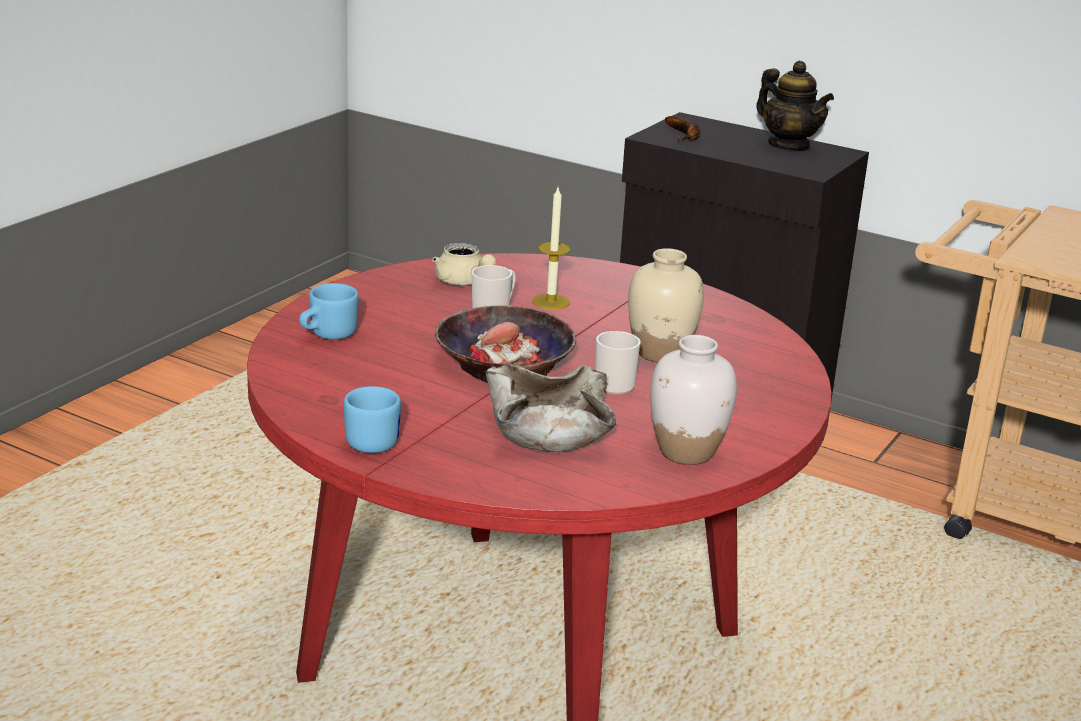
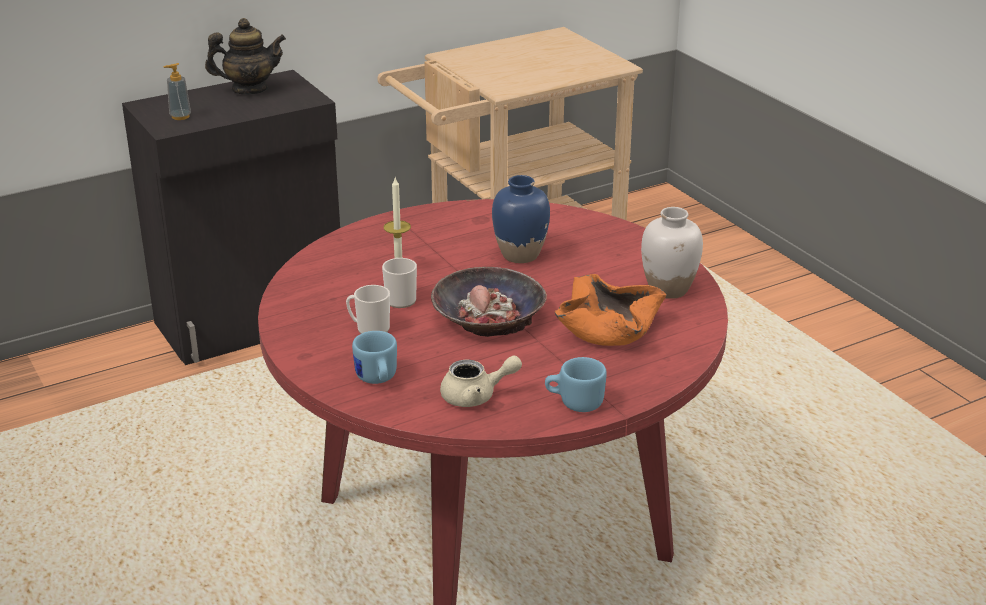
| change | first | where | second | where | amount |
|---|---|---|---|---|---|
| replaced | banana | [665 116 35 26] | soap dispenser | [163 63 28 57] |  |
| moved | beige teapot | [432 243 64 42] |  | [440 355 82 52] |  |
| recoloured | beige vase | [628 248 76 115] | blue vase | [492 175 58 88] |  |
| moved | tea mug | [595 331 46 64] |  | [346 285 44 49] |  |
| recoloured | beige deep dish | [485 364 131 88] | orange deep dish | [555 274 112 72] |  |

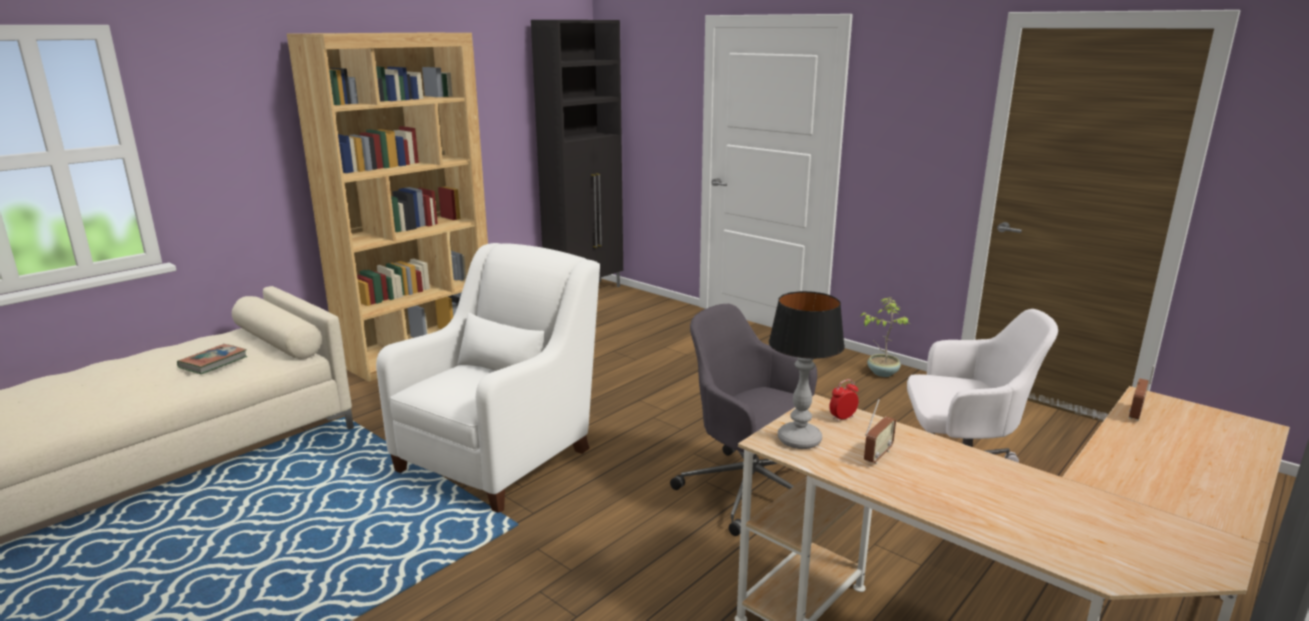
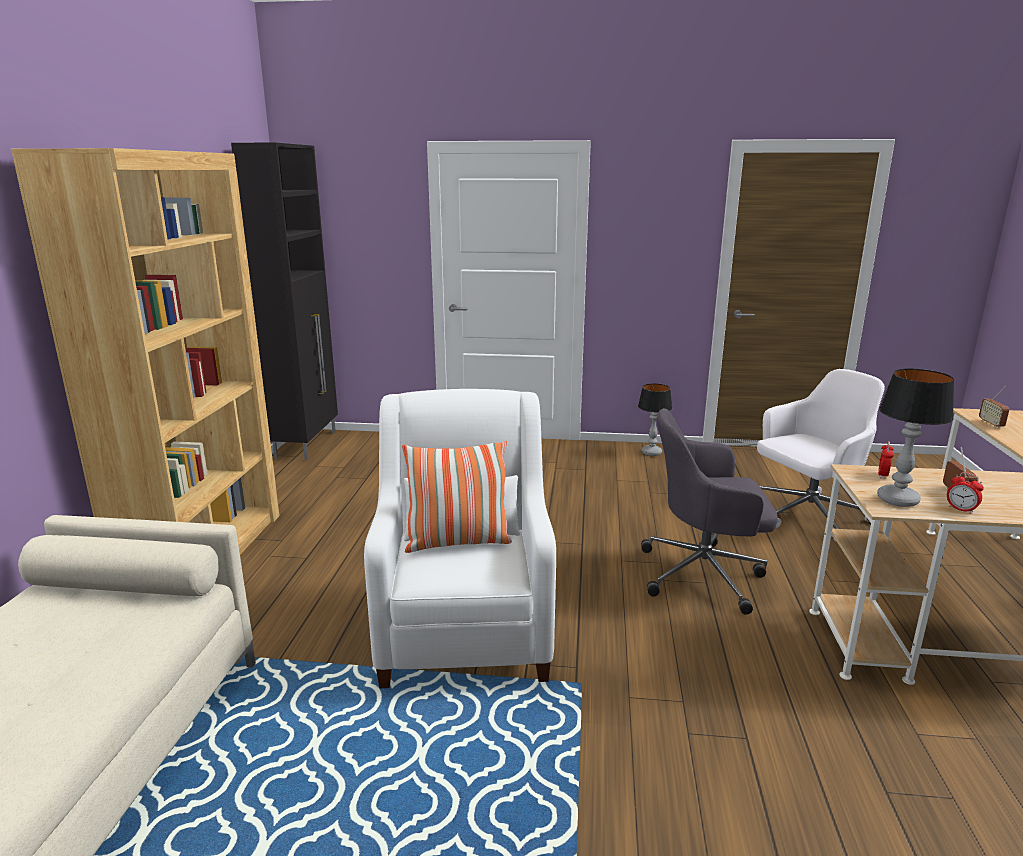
| change | first | where | second | where | amount |
|---|---|---|---|---|---|
| replaced | houseplant | [860 297 51 80] | table lamp | [638 384 34 72] |  |
| removed | bound book | [177 344 71 30] |  |  |  |
| added |  |  | pillow | [402 441 110 112] |  |
| added |  |  | table clock | [947 472 37 42] |  |

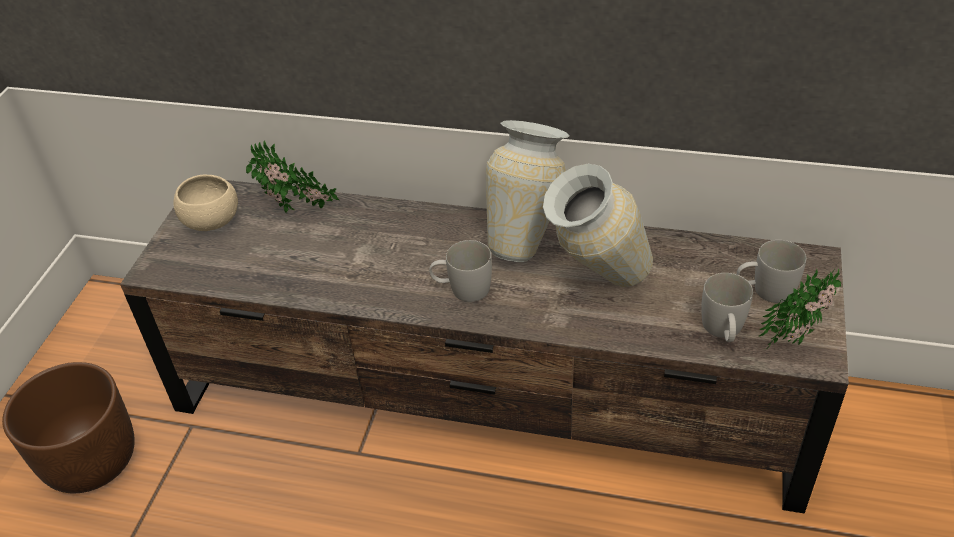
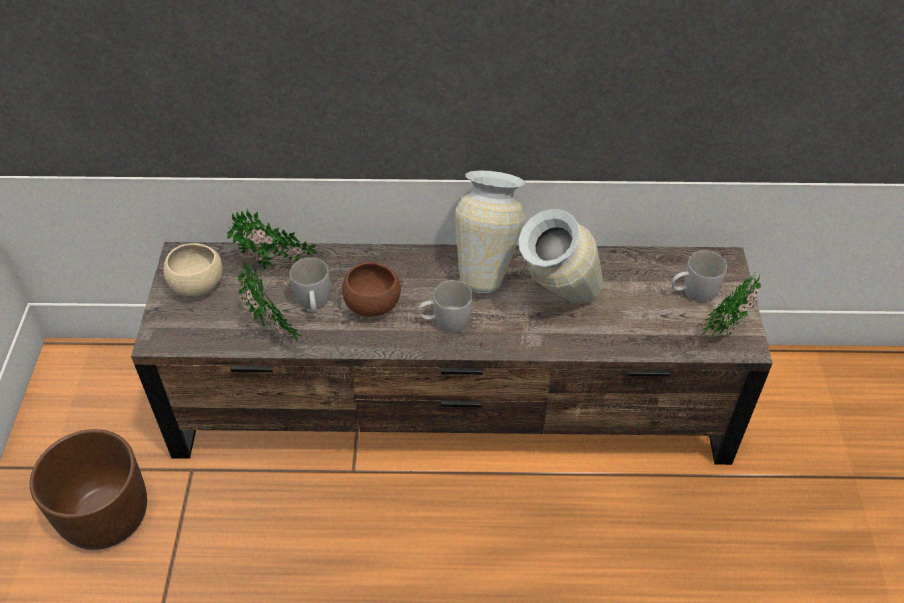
| change | first | where | second | where | amount |
|---|---|---|---|---|---|
| moved | white tea mug | [701 273 52 69] |  | [290 258 40 55] |  |
| added |  |  | houseplant | [238 261 64 82] |  |
| added |  |  | brown deep dish | [342 262 59 55] |  |

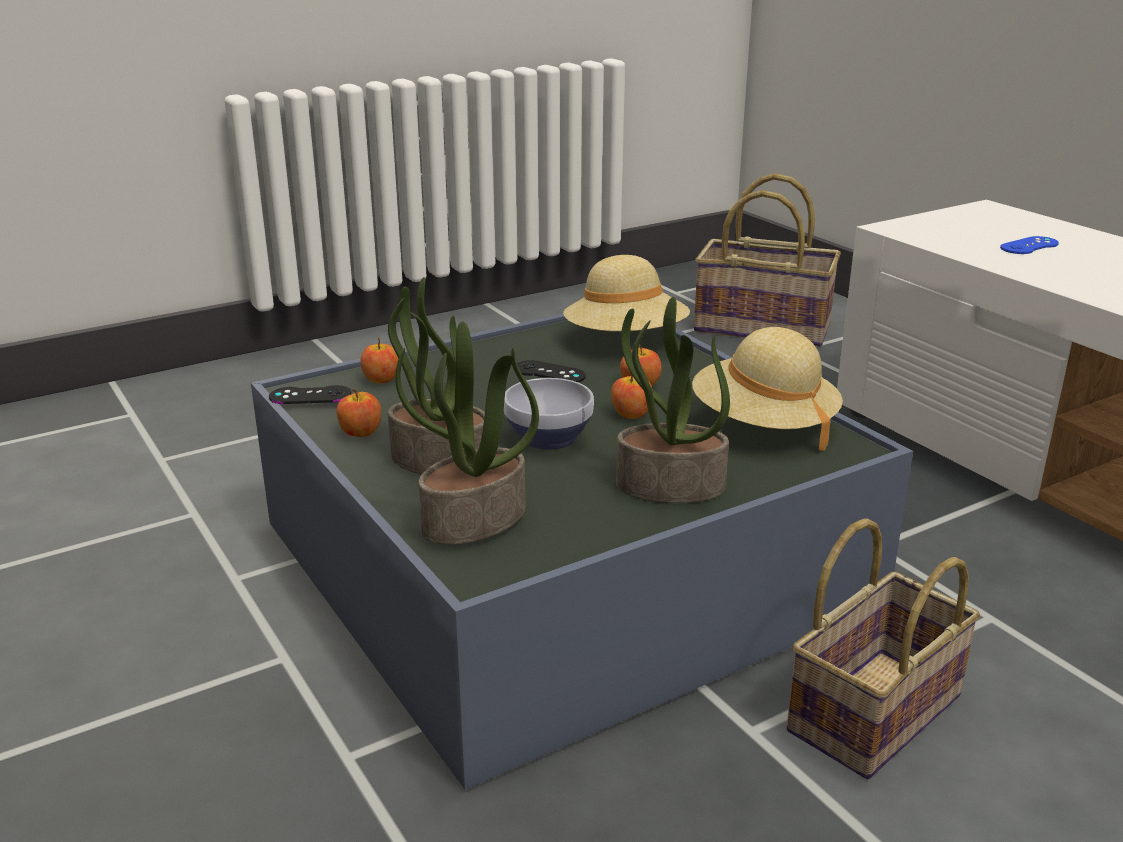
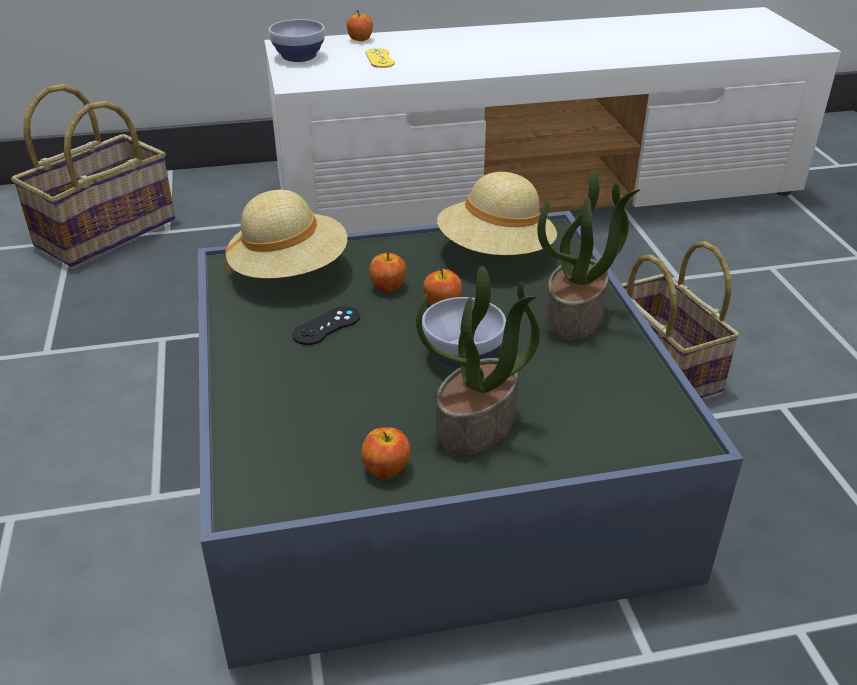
| change | first | where | second | where | amount |
|---|---|---|---|---|---|
| recoloured | blue game controller | [1000 236 59 18] | yellowish game controller | [366 48 29 20] |  |
| removed | houseplant | [395 321 144 224] |  |  |  |
| moved | apple | [360 338 39 45] |  | [347 10 26 31] |  |
| removed | blackish game controller | [269 385 82 19] |  |  |  |
| added |  |  | deep dish | [269 19 56 43] |  |

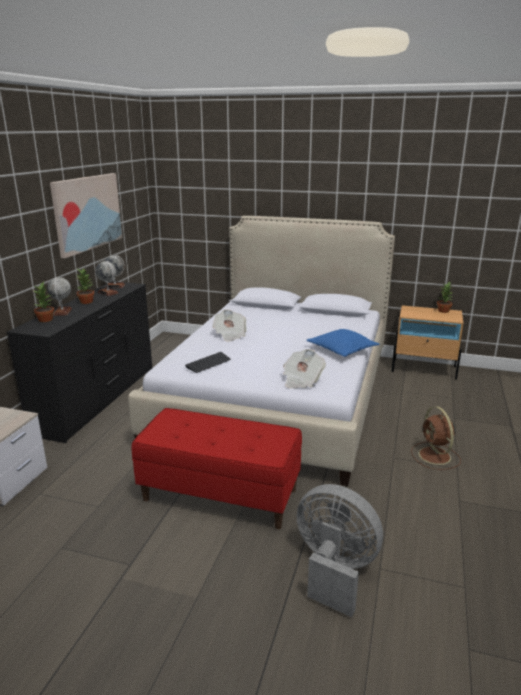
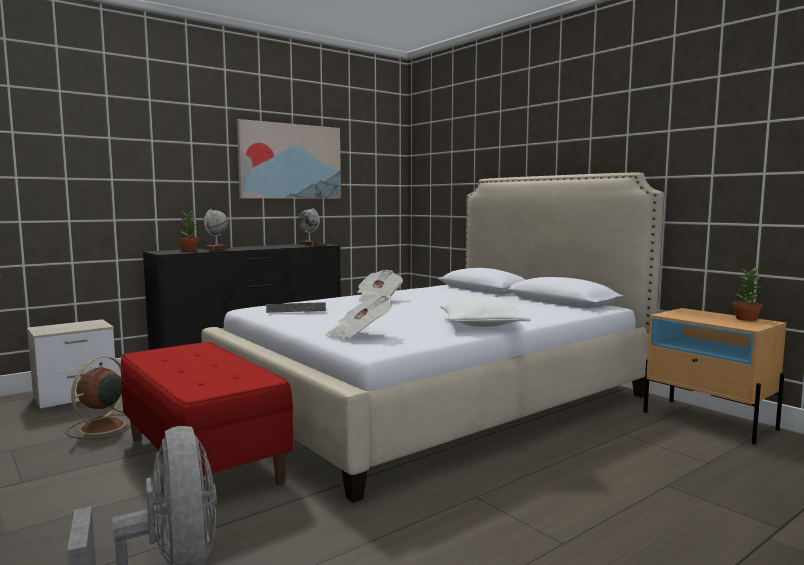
| change | first | where | second | where | amount |
|---|---|---|---|---|---|
| removed | desk globe | [95 261 24 35] |  |  |  |
| removed | houseplant | [76 269 18 35] |  |  |  |
| recoloured | blue pillow | [307 329 72 28] | white pillow | [439 296 92 31] |  |
| moved | brown cooling fan | [411 406 50 64] |  | [66 357 65 82] |  |

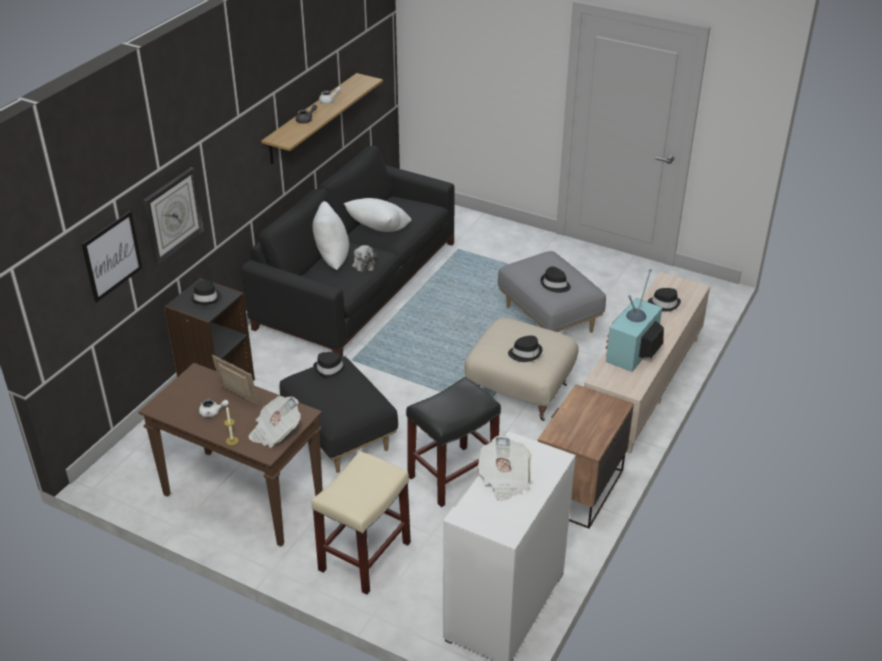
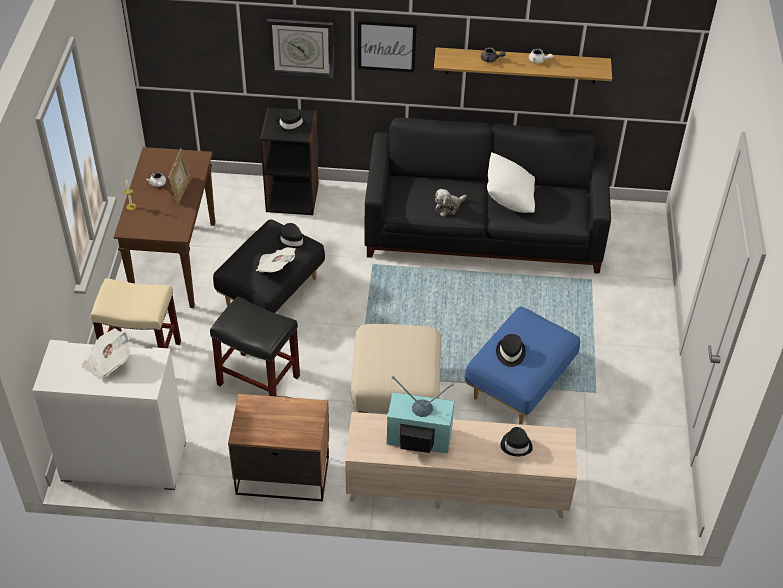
| change | first | where | second | where | amount |
|---|---|---|---|---|---|
| removed | white pillow | [313 201 36 69] |  |  |  |
| moved | wall picture | [82 211 60 92] |  | [358 20 59 53] |  |
| recoloured | grey footrest | [498 251 108 82] | blue footrest | [465 307 115 118] |  |
| removed | blackish hat | [508 335 34 27] |  |  |  |
| moved | daily paper | [248 396 53 52] |  | [256 247 40 25] |  |

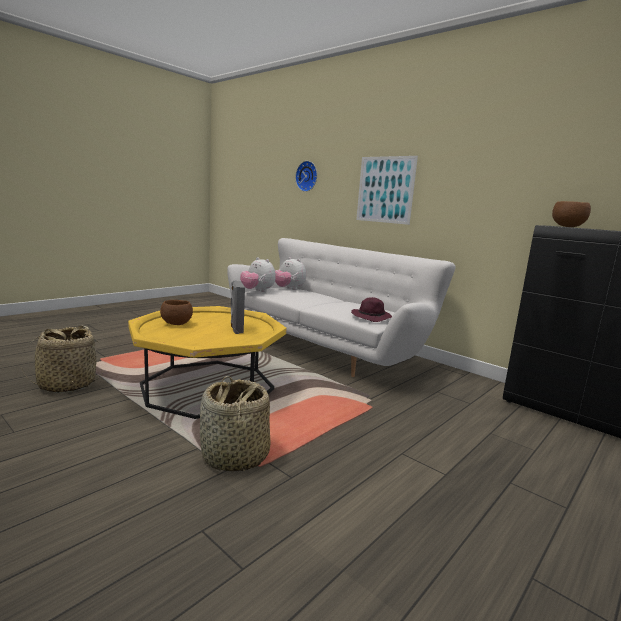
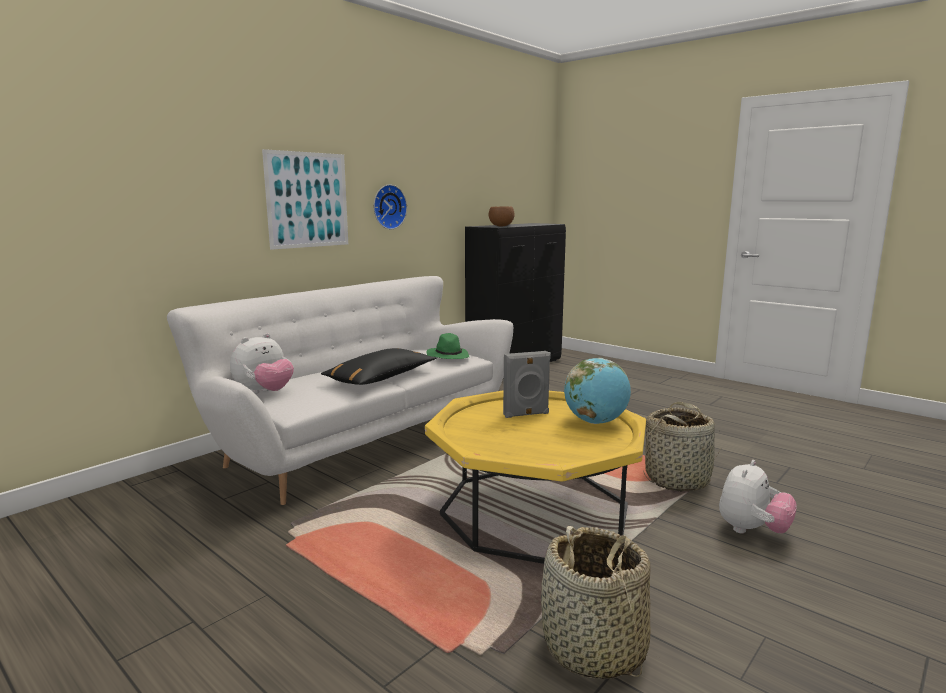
| change | first | where | second | where | amount |
|---|---|---|---|---|---|
| moved | wall clock | [295 161 22 31] |  | [374 184 33 46] |  |
| moved | cuddly toy | [240 257 36 35] |  | [719 460 78 74] |  |
| recoloured | purplish hat | [351 297 41 25] | green-coloured hat | [426 333 43 26] |  |
| removed | brown deep dish | [160 300 33 25] |  |  |  |
| added |  |  | blackish pillow | [321 348 115 37] |  |
| added |  |  | desk globe | [564 358 67 66] |  |

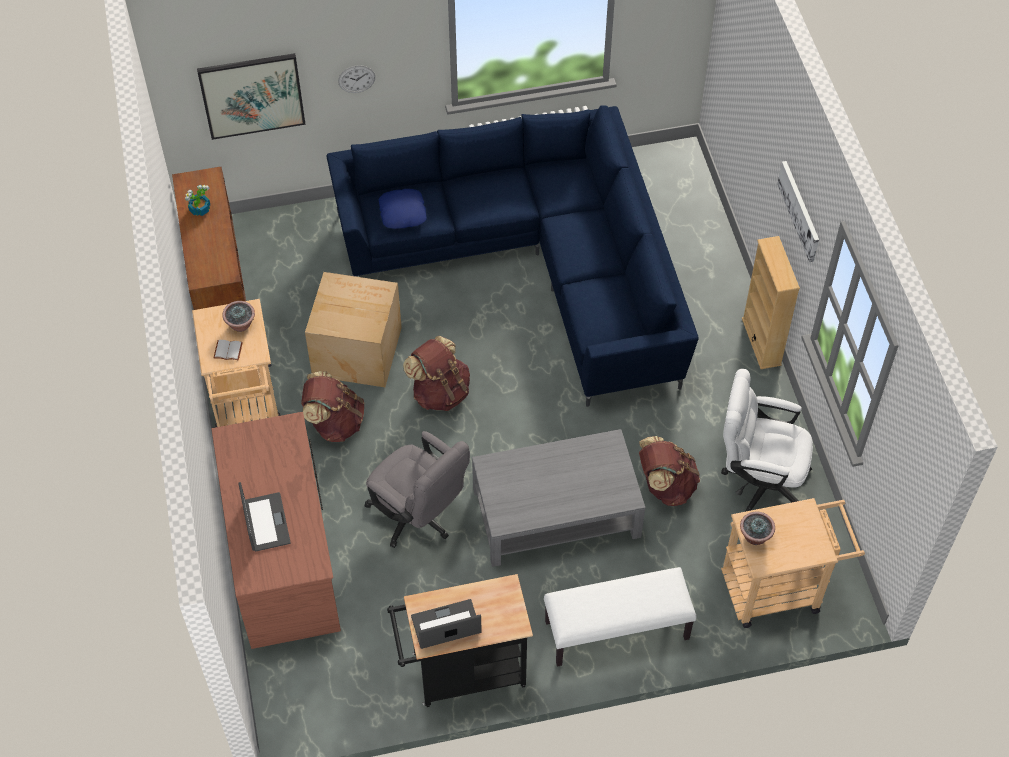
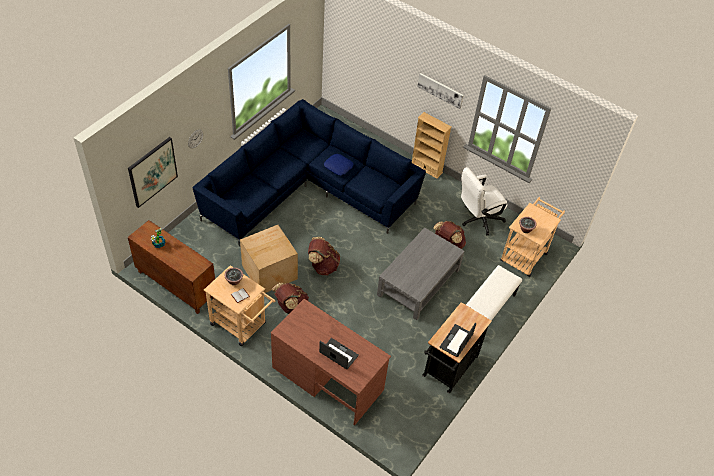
| change | first | where | second | where | amount |
|---|---|---|---|---|---|
| moved | blue pillow | [379 189 48 40] |  | [324 154 29 21] |  |
| removed | grey desk chair | [365 431 105 117] |  |  |  |

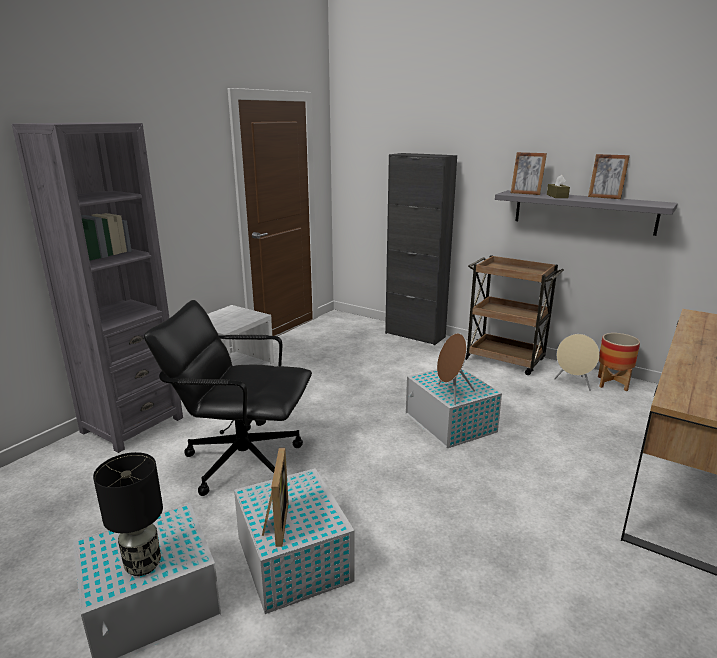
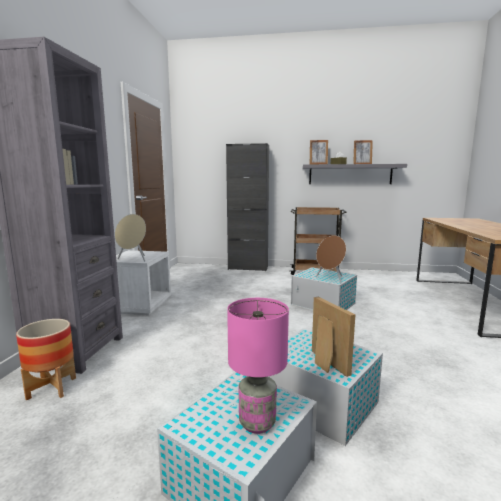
| change | first | where | second | where | amount |
|---|---|---|---|---|---|
| removed | blackish desk chair | [144 300 168 196] |  |  |  |
| moved | flower pot | [598 333 42 58] |  | [16 319 60 81] |  |
| moved | beige speaker | [554 334 46 57] |  | [115 214 31 48] |  |
| recoloured | blackish table lamp | [93 452 70 124] | pinkish table lamp | [227 298 62 136] |  |

